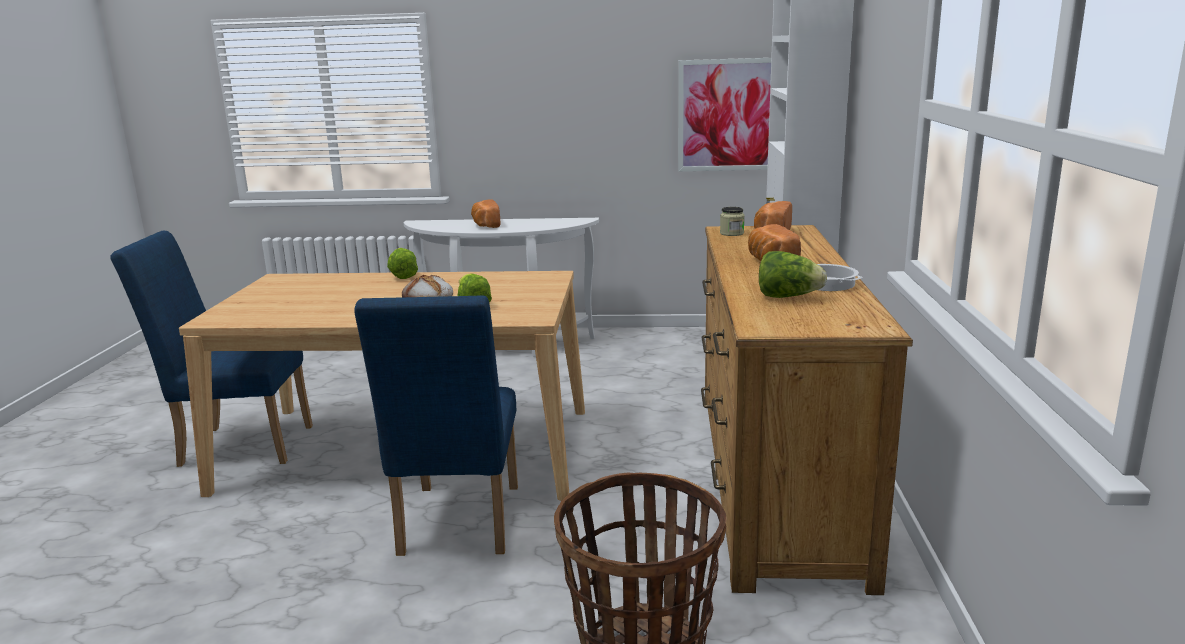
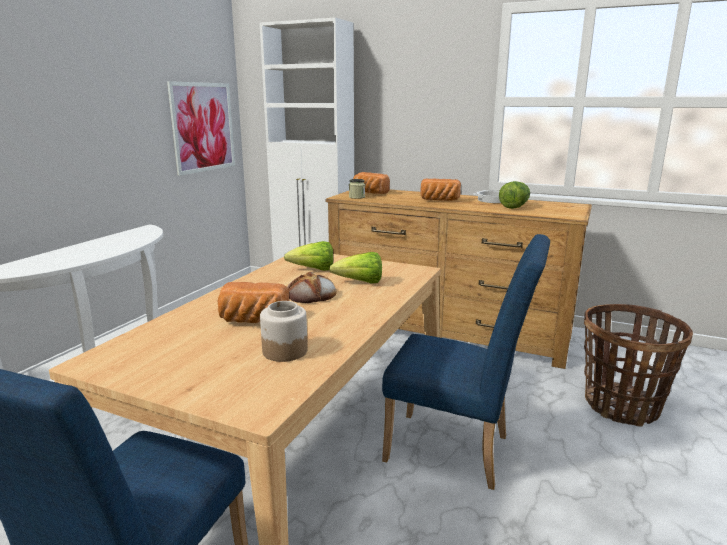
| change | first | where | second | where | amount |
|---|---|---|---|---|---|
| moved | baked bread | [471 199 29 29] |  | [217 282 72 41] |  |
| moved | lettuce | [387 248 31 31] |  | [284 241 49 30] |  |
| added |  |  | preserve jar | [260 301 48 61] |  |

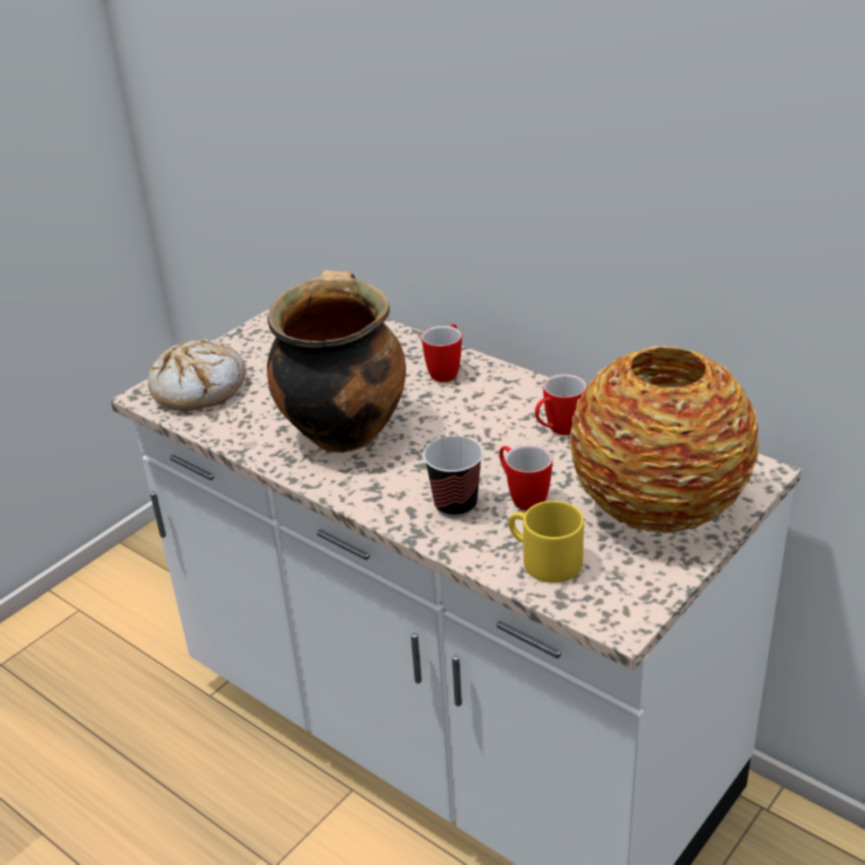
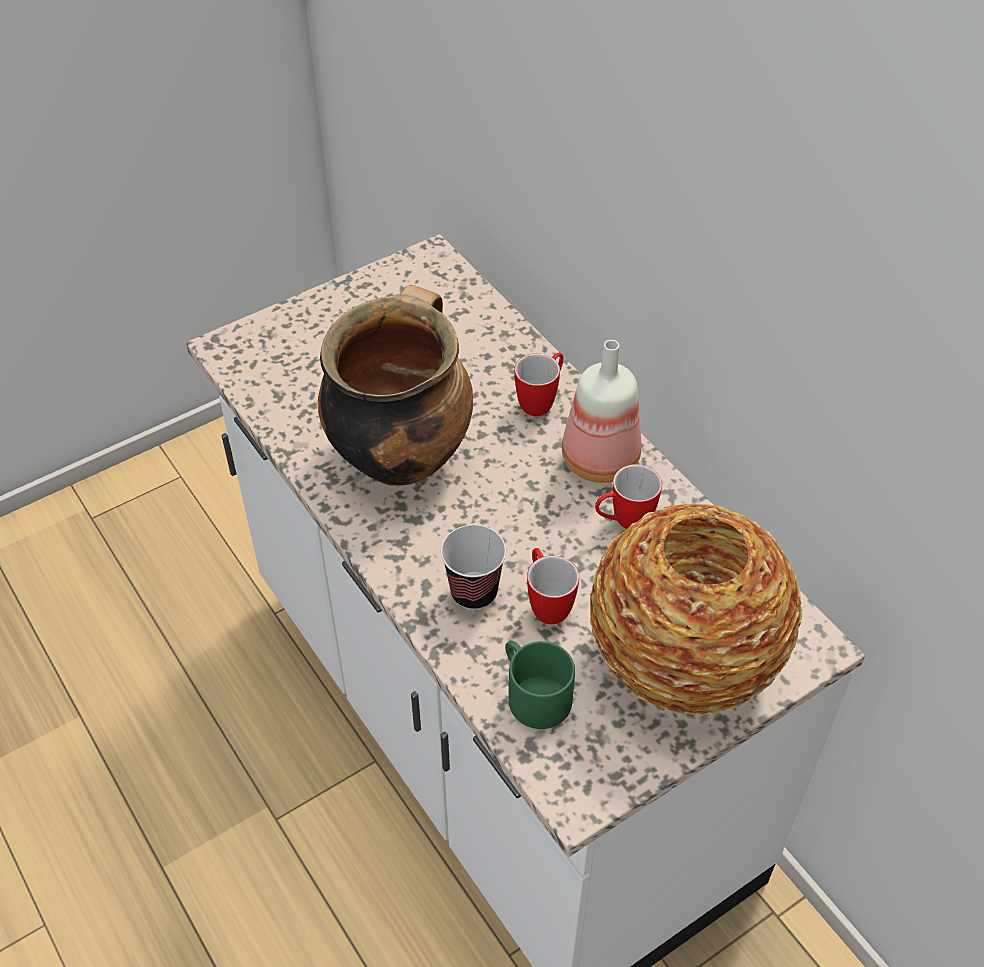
| change | first | where | second | where | amount |
|---|---|---|---|---|---|
| removed | baked bread | [148 339 98 72] |  |  |  |
| recoloured | yellowish tea mug | [508 501 76 82] | green-coloured tea mug | [505 640 70 89] |  |
| added |  |  | drink bottle | [562 340 79 143] |  |

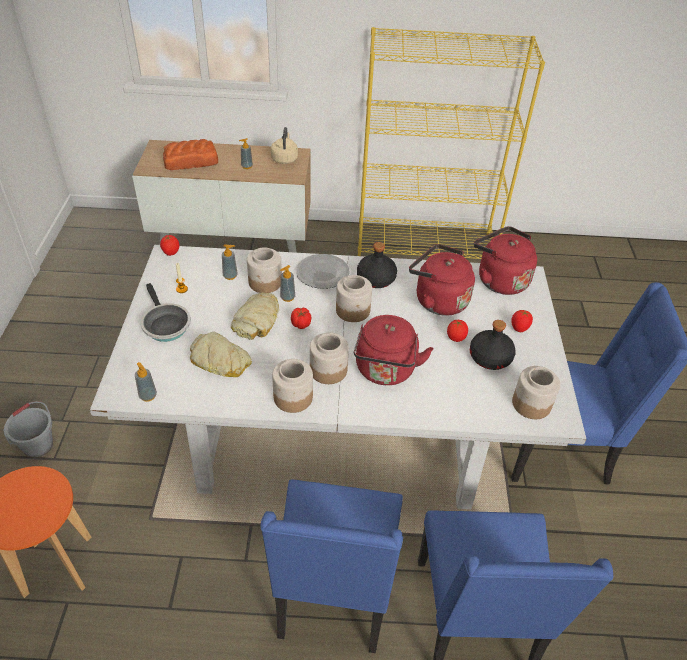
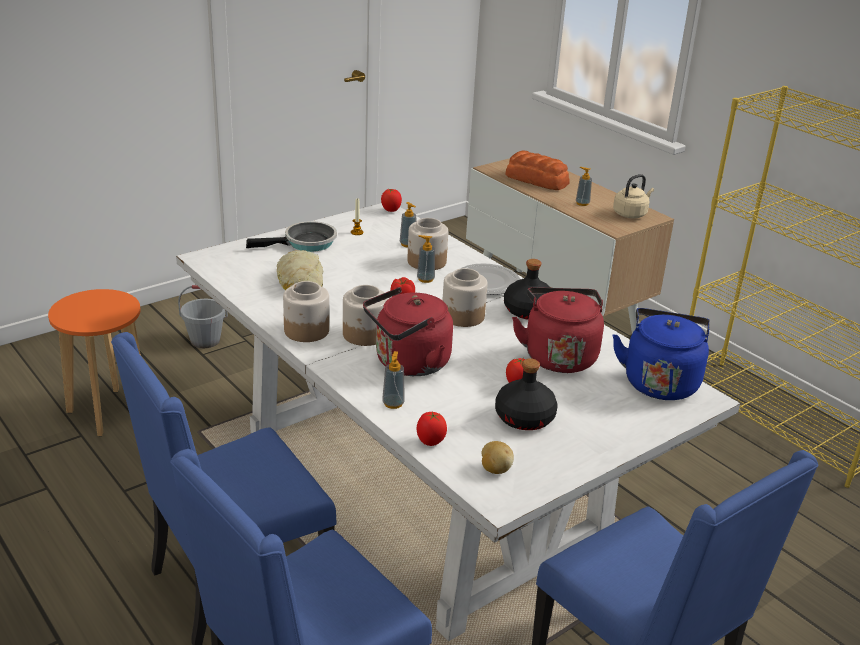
| change | first | where | second | where | amount |
|---|---|---|---|---|---|
| recoloured | red-coloured water kettle | [474 226 63 69] | blue water kettle | [613 308 97 92] |  |
| turned | pan | [141 283 50 59] |  | [246 221 91 31] | 135 degrees counterclockwise |
| removed | baked bread | [231 293 48 47] |  |  |  |
| moved | fresh tomato | [511 310 22 22] |  | [417 412 30 34] |  |
| moved | soap dispenser | [135 362 22 40] |  | [382 351 23 58] |  |
| replaced | preserve jar | [512 366 48 53] | spud | [482 441 32 33] |  |

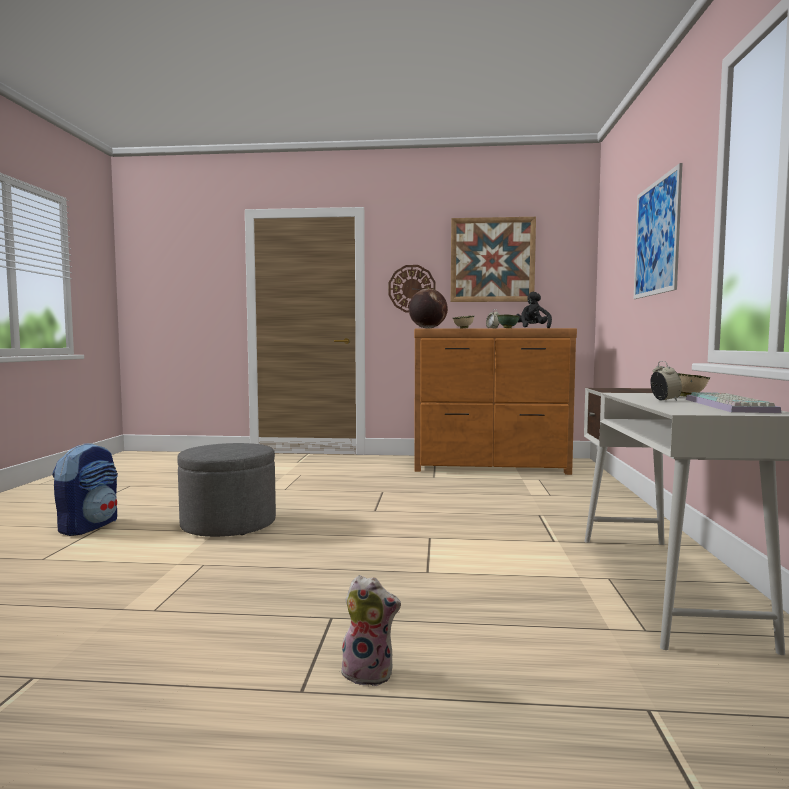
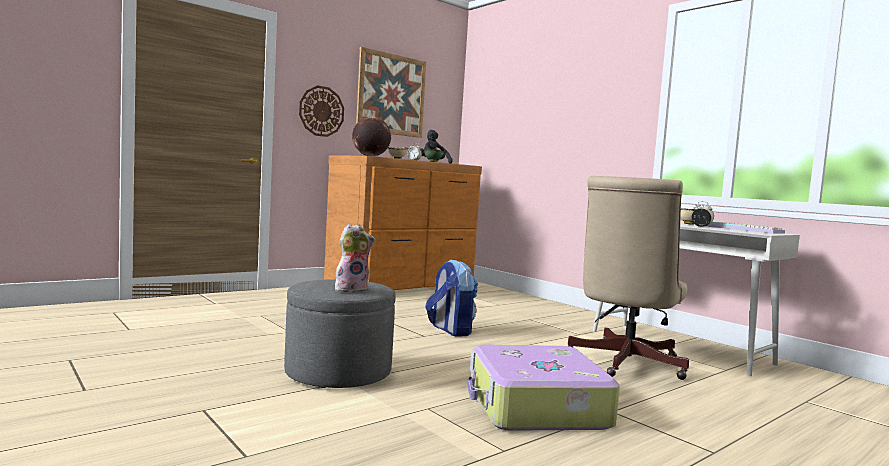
| change | first | where | second | where | amount |
|---|---|---|---|---|---|
| removed | wall picture | [634 163 49 136] |  |  |  |
| moved | knapsack | [52 443 66 93] |  | [425 260 53 76] |  |
| moved | cuddly toy | [341 575 60 111] |  | [335 224 40 68] |  |
| added |  |  | beige desk chair | [568 176 121 204] |  |
| added |  |  | travel case | [467 344 153 87] |  |

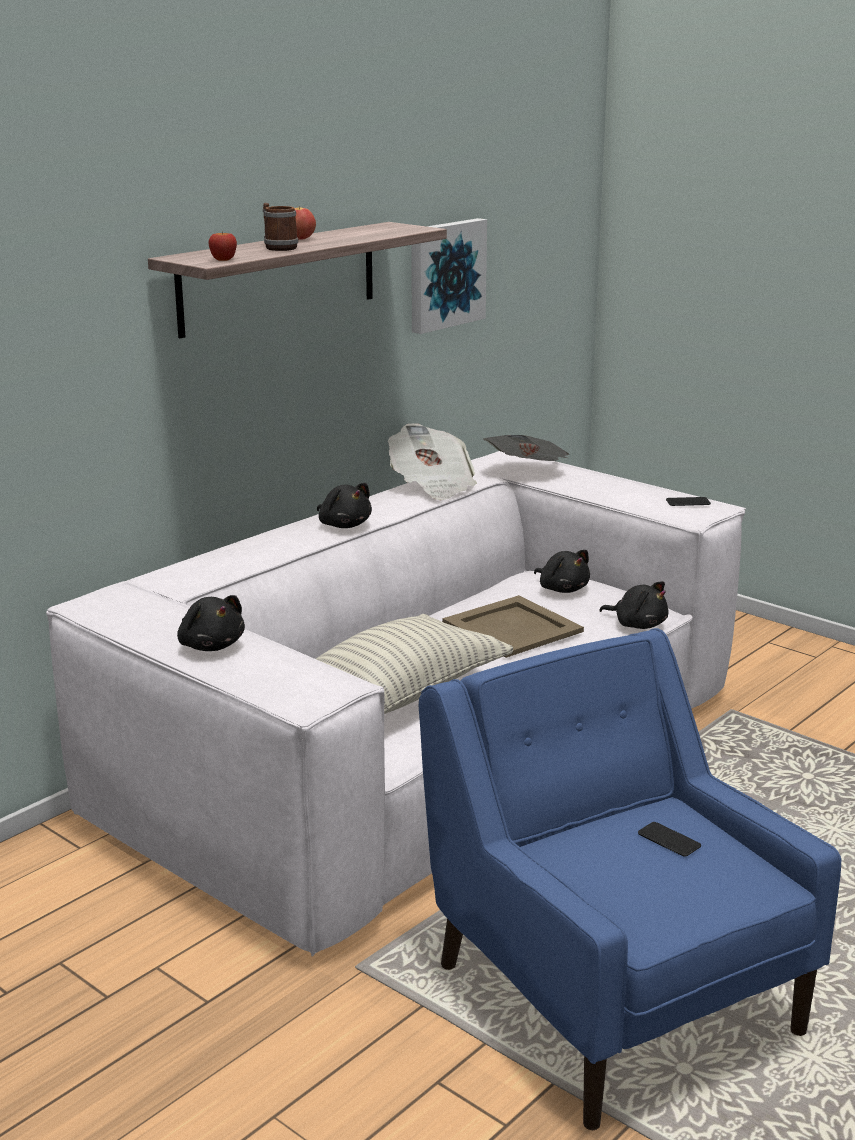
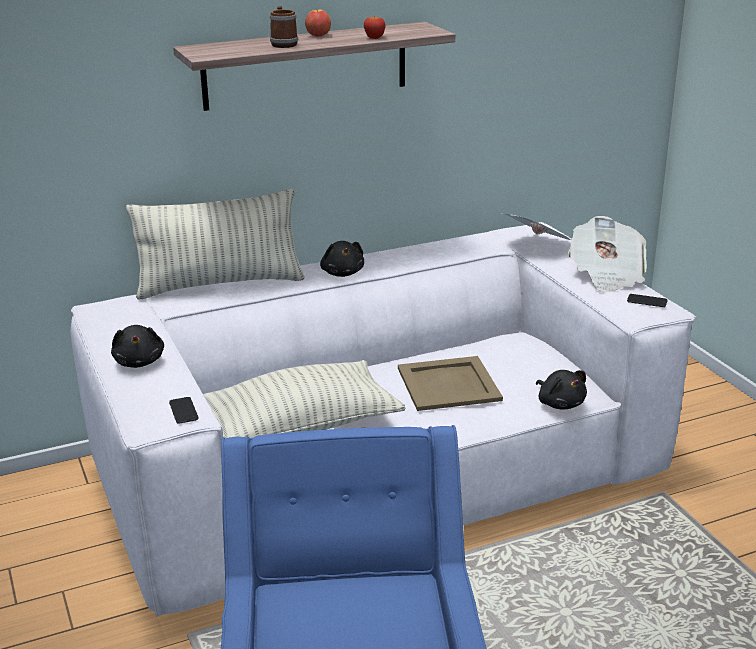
| change | first | where | second | where | amount |
|---|---|---|---|---|---|
| removed | wall picture | [411 218 76 116] |  |  |  |
| moved | apple | [208 232 29 29] |  | [364 17 22 22] |  |
| moved | daily paper | [388 423 89 77] |  | [568 216 79 77] |  |
| removed | blackish cuddly toy | [534 550 56 43] |  |  |  |
| moved | handset | [638 822 63 35] |  | [169 397 30 27] |  |
| added |  |  | pillow | [126 189 179 111] |  |

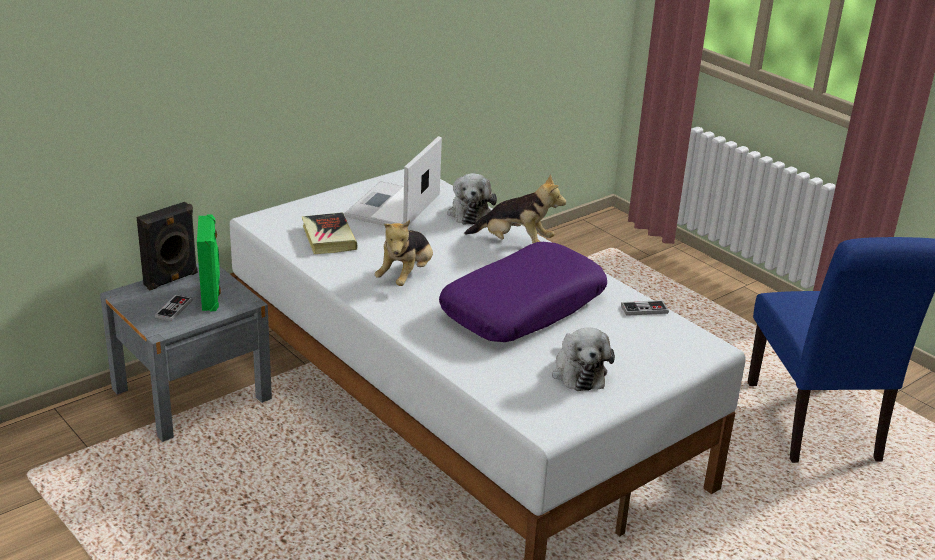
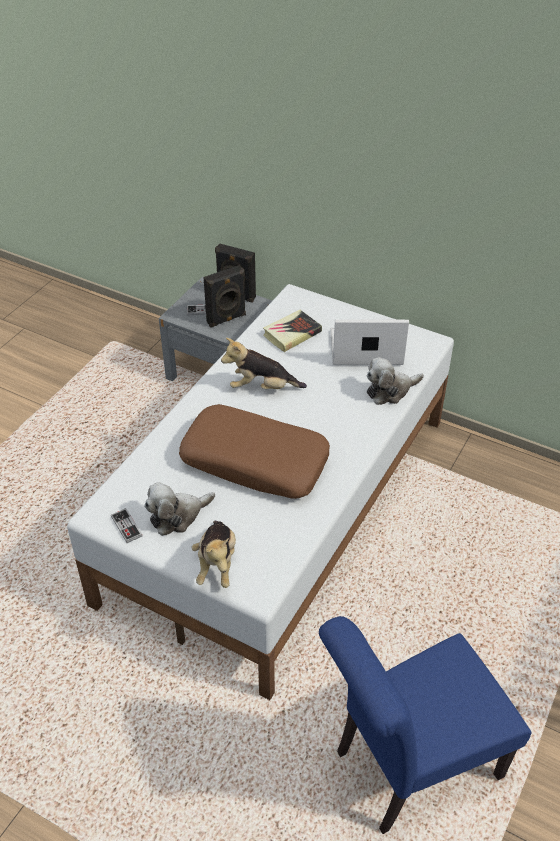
| change | first | where | second | where | amount |
|---|---|---|---|---|---|
| moved | cuddly toy | [464 174 102 69] |  | [192 521 44 67] |  |
| recoloured | green-coloured speaker | [197 214 24 97] | blackish speaker | [203 265 43 63] |  |
| recoloured | purplish pillow | [439 242 168 100] | brown pillow | [179 404 151 95] |  |
| moved | game controller | [621 300 48 16] |  | [111 508 32 35] |  |

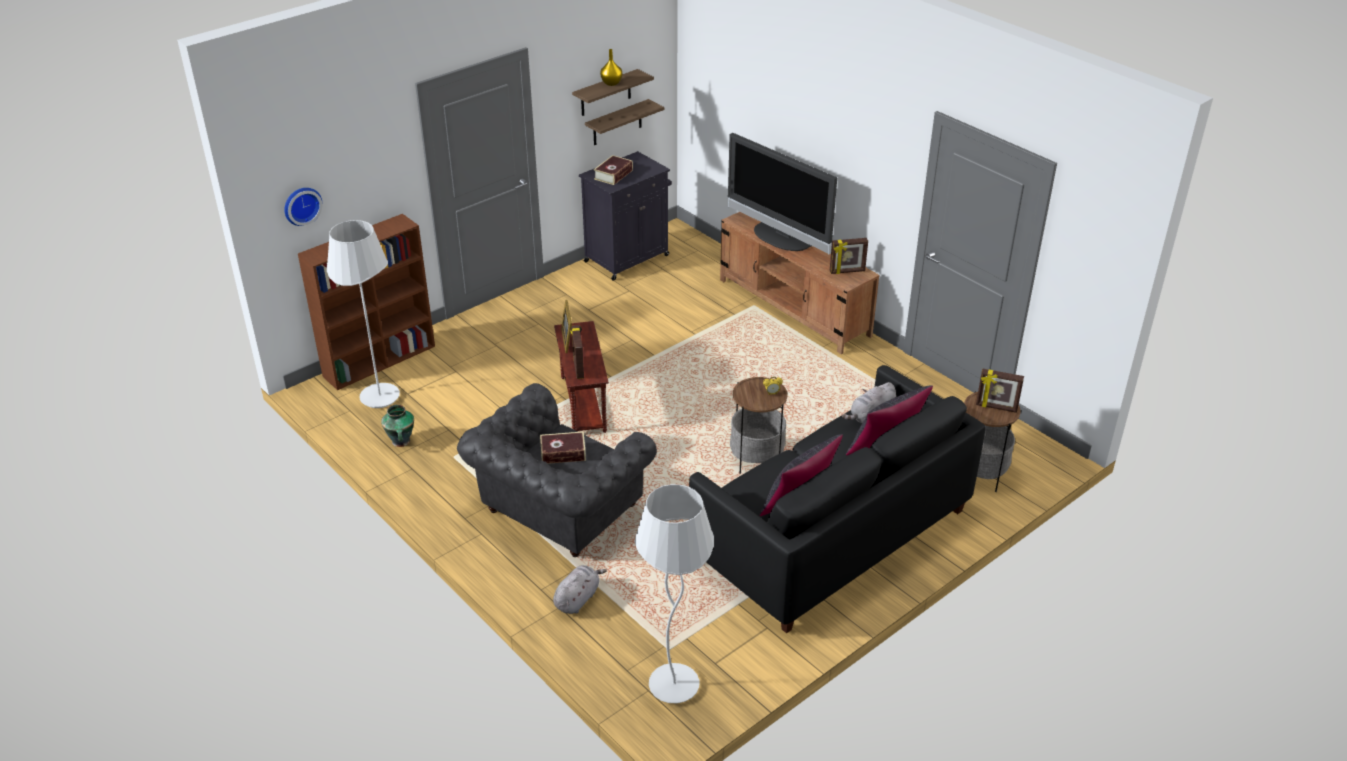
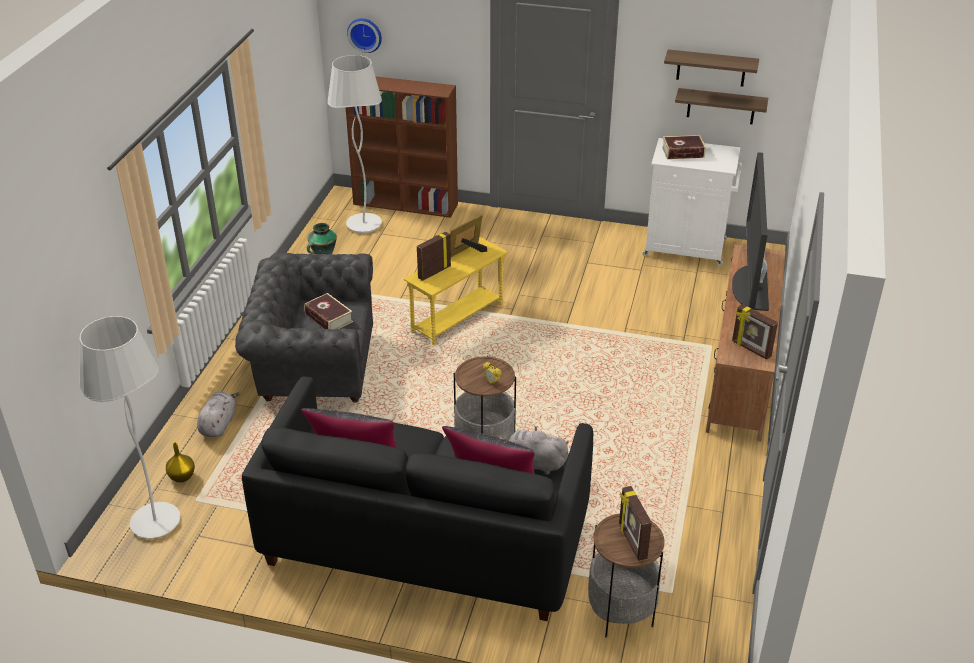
| change | first | where | second | where | amount |
|---|---|---|---|---|---|
| moved | yellowish vase | [600 49 22 37] |  | [166 442 29 40] |  |
| recoloured | blackish storage cabinet | [579 151 93 130] | white storage cabinet | [643 138 99 128] |  |
| recoloured | brown end table | [554 321 55 112] | yellowish end table | [404 237 104 108] |  |
| turned | grey cuddly toy | [553 565 54 49] |  | [197 392 43 45] | 75 degrees counterclockwise |

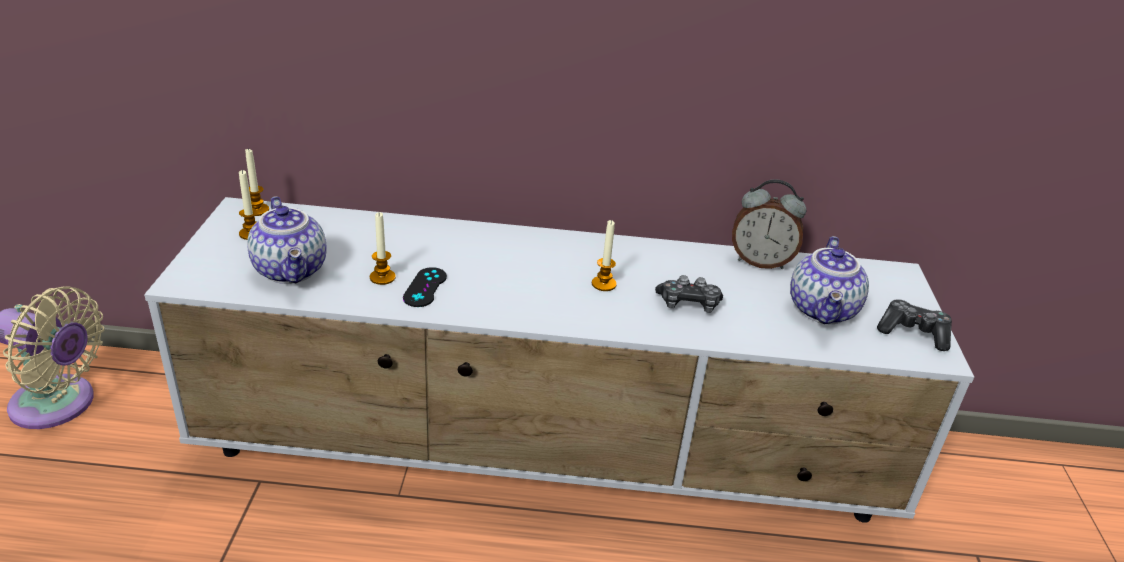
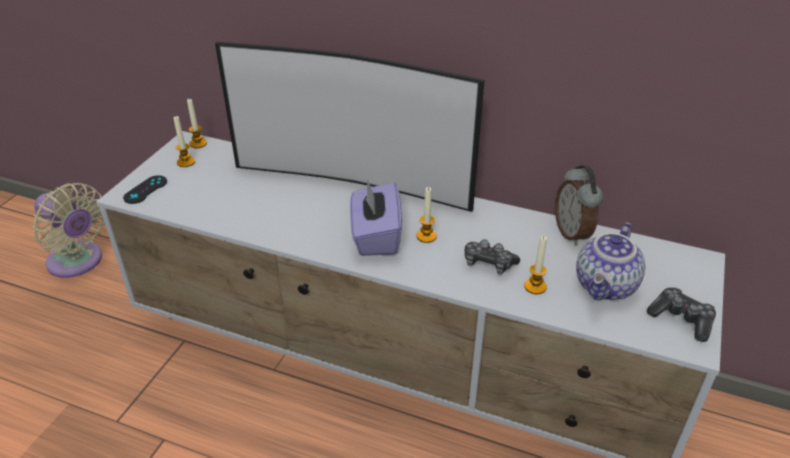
| change | first | where | second | where | amount |
|---|---|---|---|---|---|
| turned | table clock | [732 179 74 90] |  | [555 165 48 81] | 45 degrees clockwise |
| removed | teapot | [247 196 80 88] |  |  |  |
| moved | wax candle | [370 212 26 73] |  | [524 235 23 59] |  |
| moved | blackish game controller | [403 267 44 40] |  | [123 175 44 29] |  |
| added |  |  | TV | [215 42 270 170] |  |
| added |  |  | purplish tissue box | [350 180 52 76] |  |

